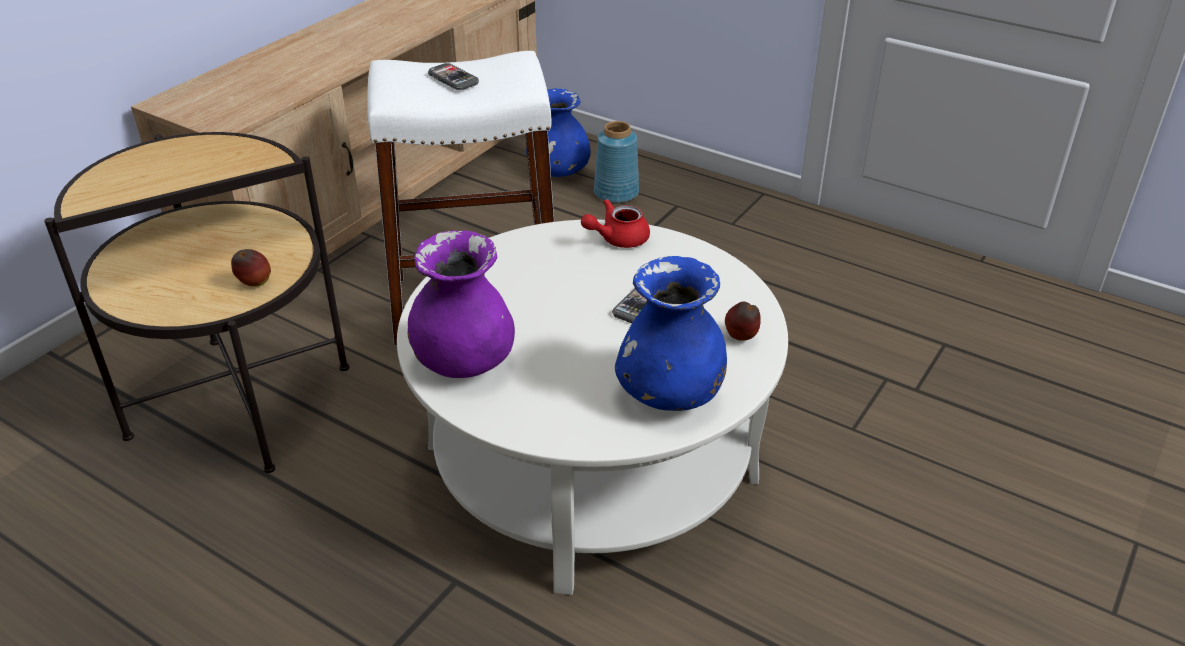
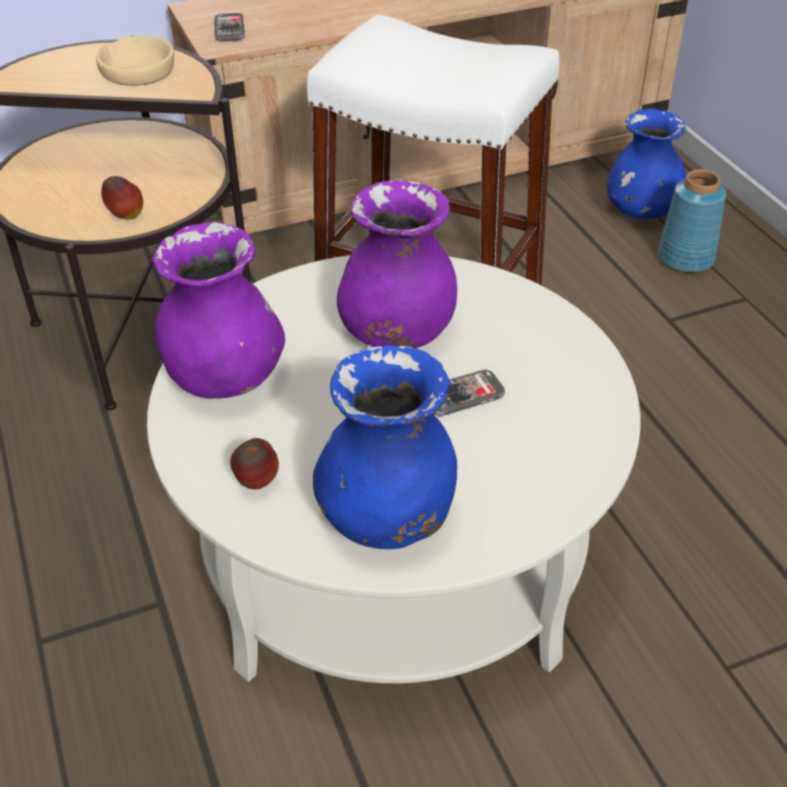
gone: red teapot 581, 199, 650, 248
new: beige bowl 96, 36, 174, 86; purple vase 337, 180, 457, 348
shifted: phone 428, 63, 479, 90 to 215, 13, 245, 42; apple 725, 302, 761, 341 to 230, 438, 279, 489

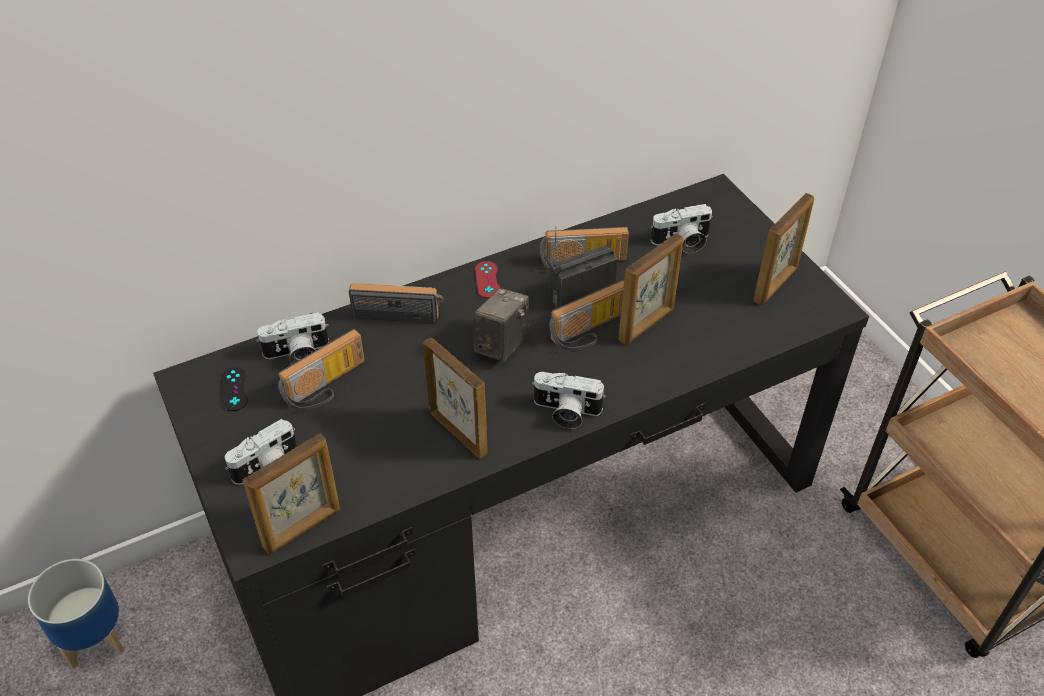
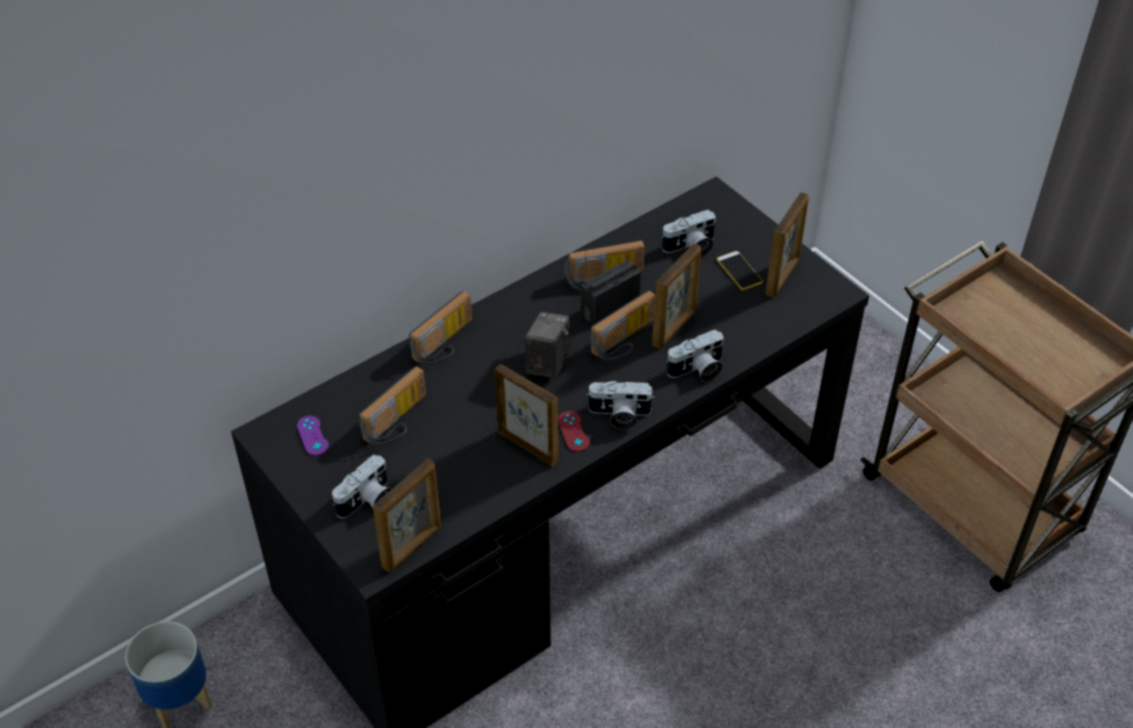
new: phone 717, 251, 763, 290
shifted: photo camera 256, 312, 329, 364 to 666, 330, 724, 382; red game controller 475, 261, 500, 298 to 558, 411, 590, 452
repainted: black game controller 221, 367, 248, 411 to purple game controller 297, 416, 329, 456
rotated: radio 349, 284, 445, 323 = 409, 291, 472, 365 135 degrees clockwise

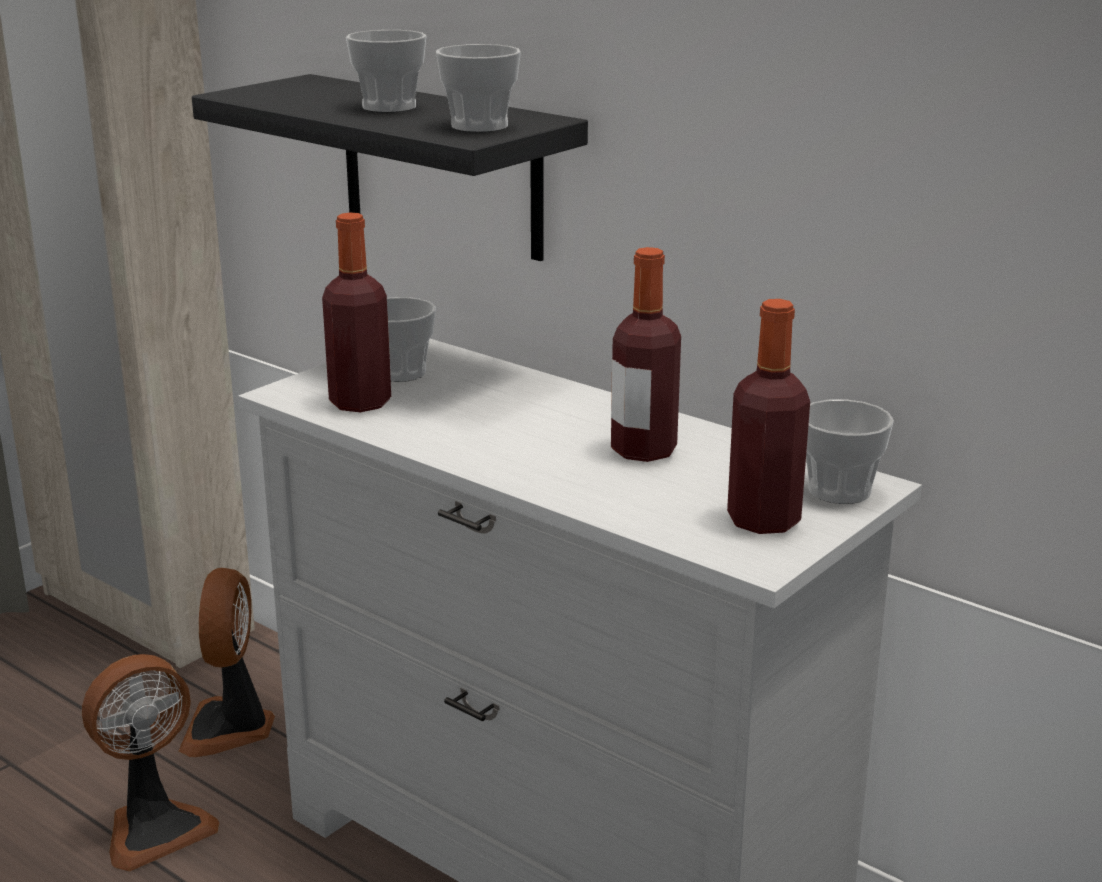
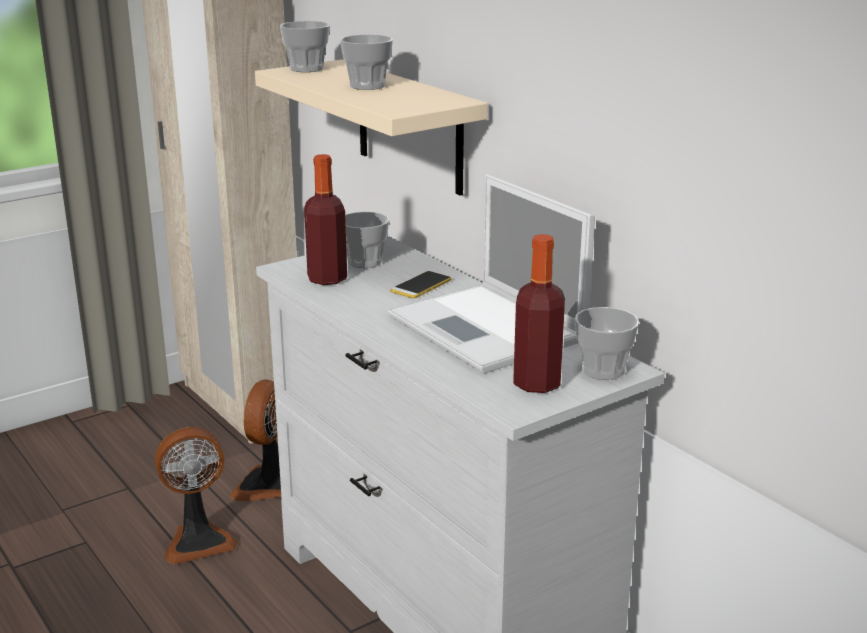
new: phone 390, 271, 452, 298
shifted: cup 436, 44, 521, 132 to 280, 21, 330, 72
swapped: bottle 611, 247, 681, 462 to laptop 388, 174, 595, 374
repainted: black shelf 192, 74, 588, 261 to beige shelf 255, 59, 488, 196

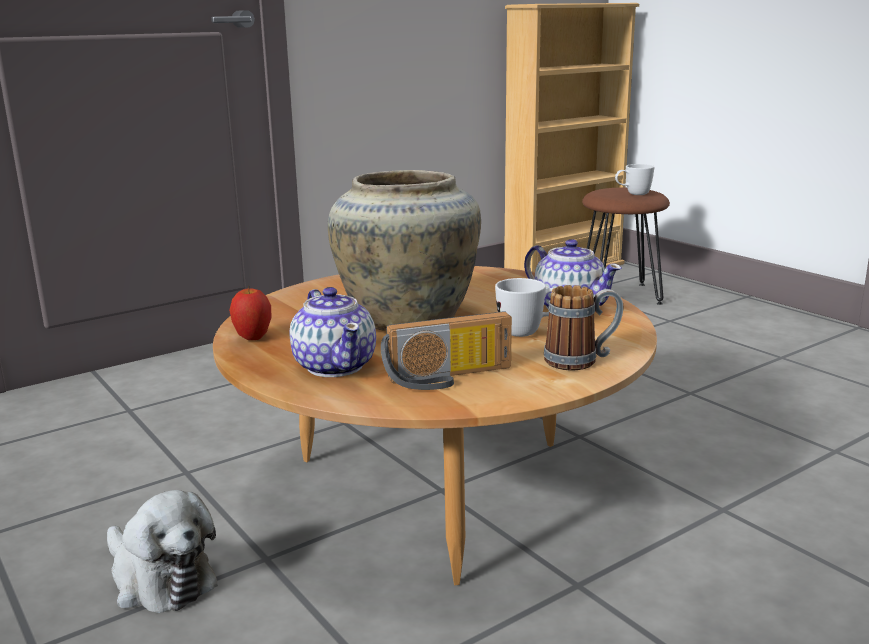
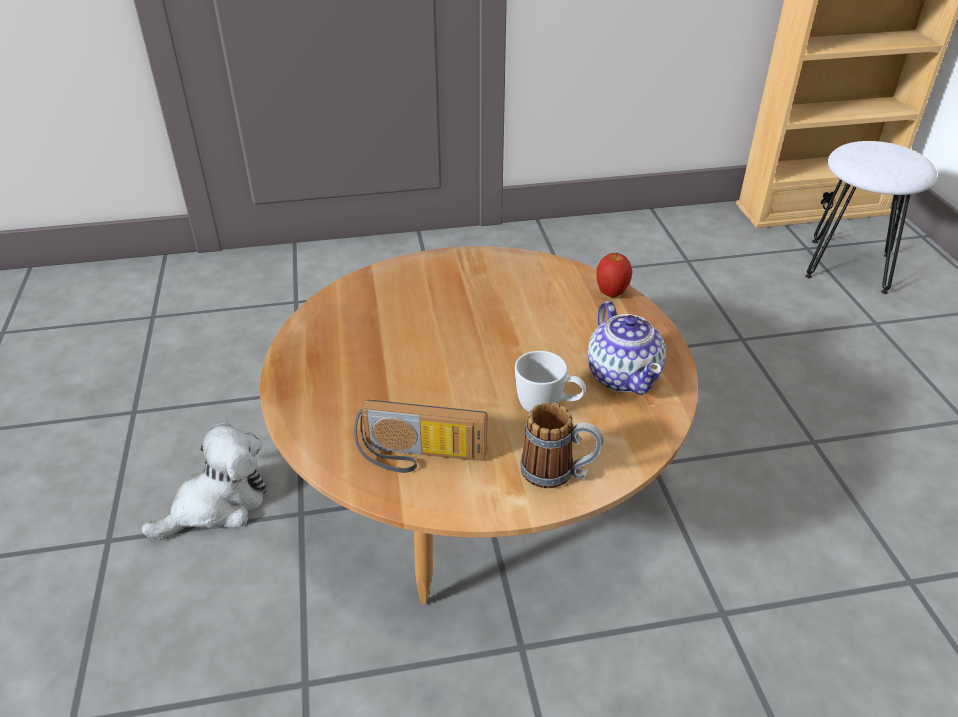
gone: teapot 290, 287, 376, 377; beige vase 328, 170, 481, 330; white mug 615, 164, 654, 195
shifted: apple 229, 286, 272, 340 to 596, 253, 633, 297
repainted: brown stool 582, 188, 670, 305 to white stool 805, 141, 937, 294
rotated: plush toy 107, 490, 218, 613 = 141, 422, 267, 540 105 degrees counterclockwise

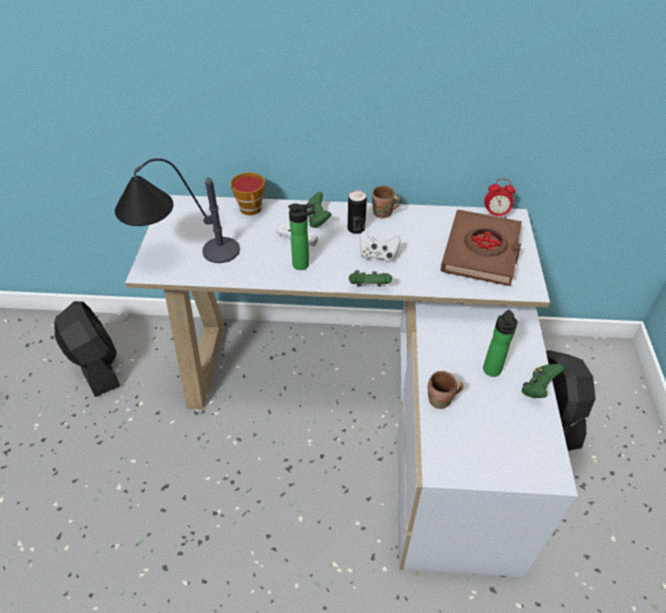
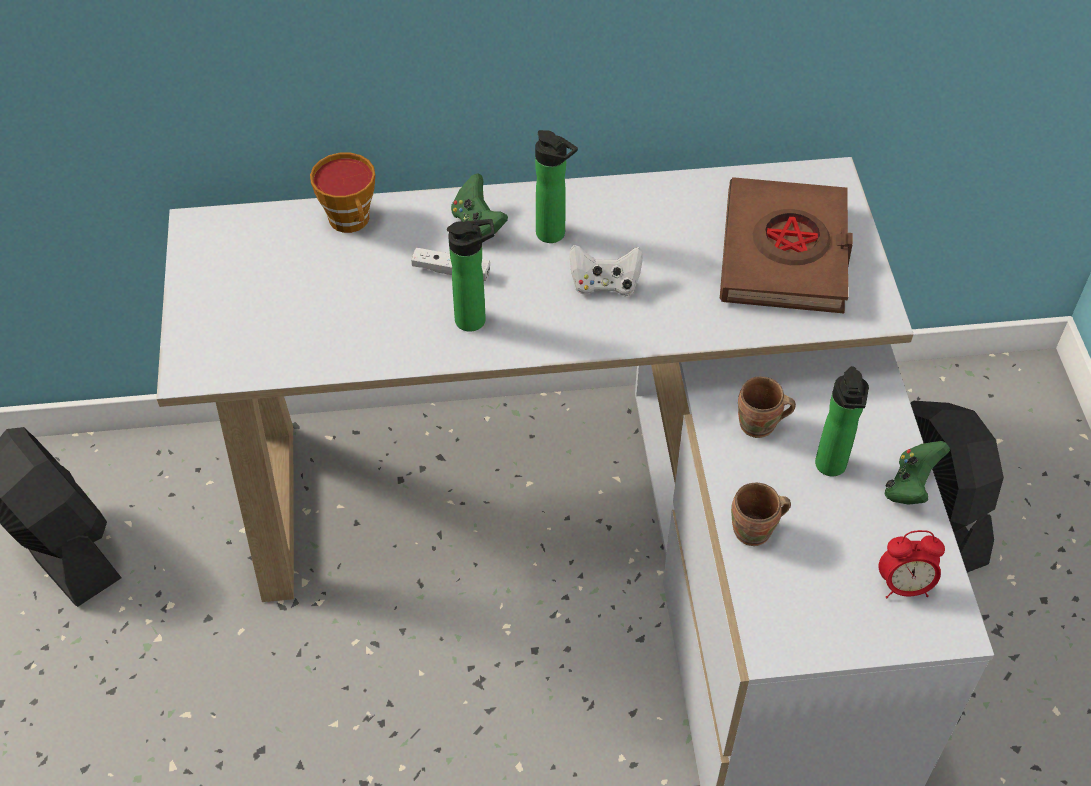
gone: table lamp 115, 158, 240, 263; green game controller 349, 270, 392, 287
shifted: brown mug 372, 186, 401, 218 to 738, 376, 796, 438; alarm clock 484, 179, 516, 219 to 879, 530, 945, 599
swapped: can 348, 190, 367, 234 to bottle 535, 130, 578, 243

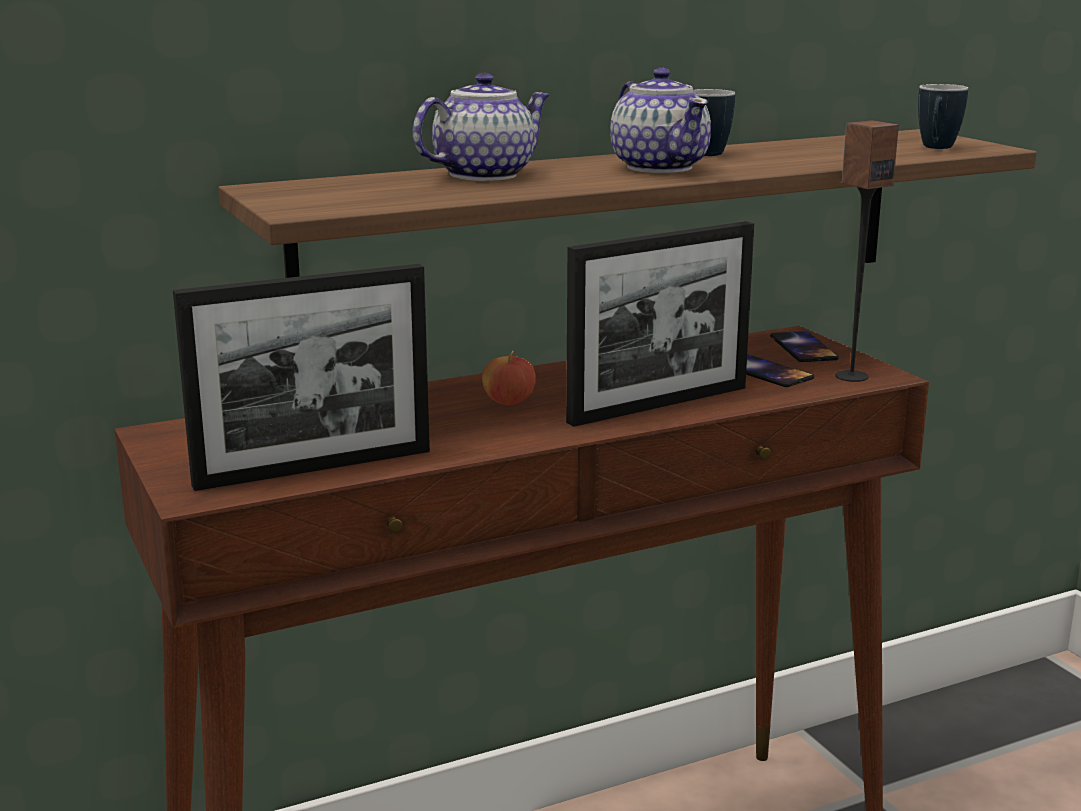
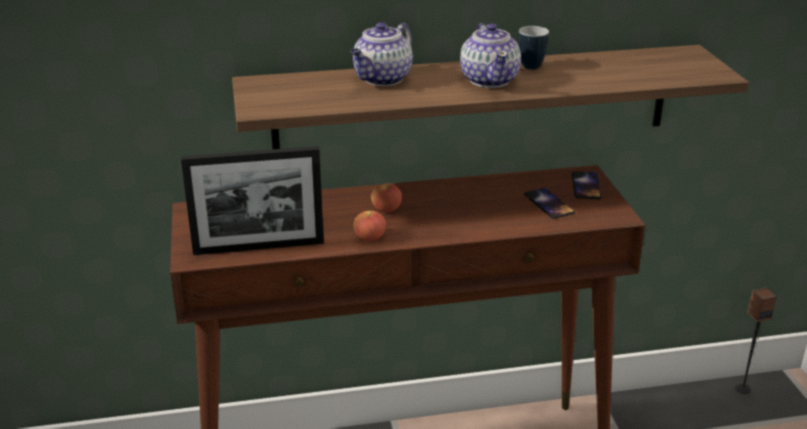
gone: picture frame 566, 221, 754, 427; mug 918, 84, 968, 149
new: apple 354, 210, 386, 241
shifted: speaker 835, 120, 899, 382 to 735, 287, 777, 394
rotated: teapot 413, 73, 550, 181 = 350, 22, 413, 86 150 degrees clockwise

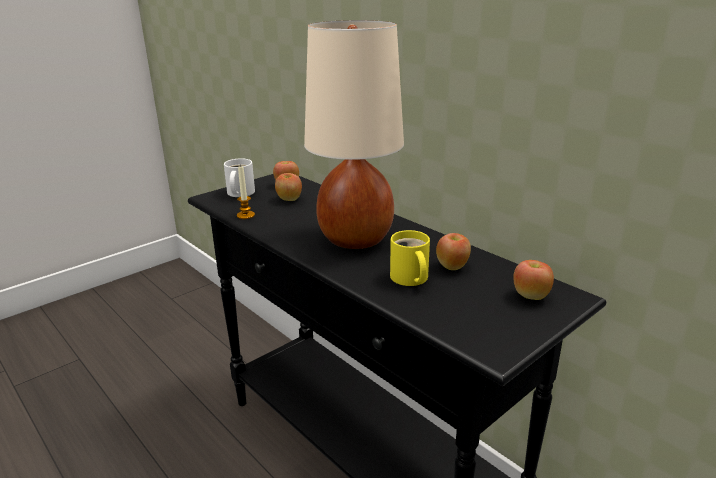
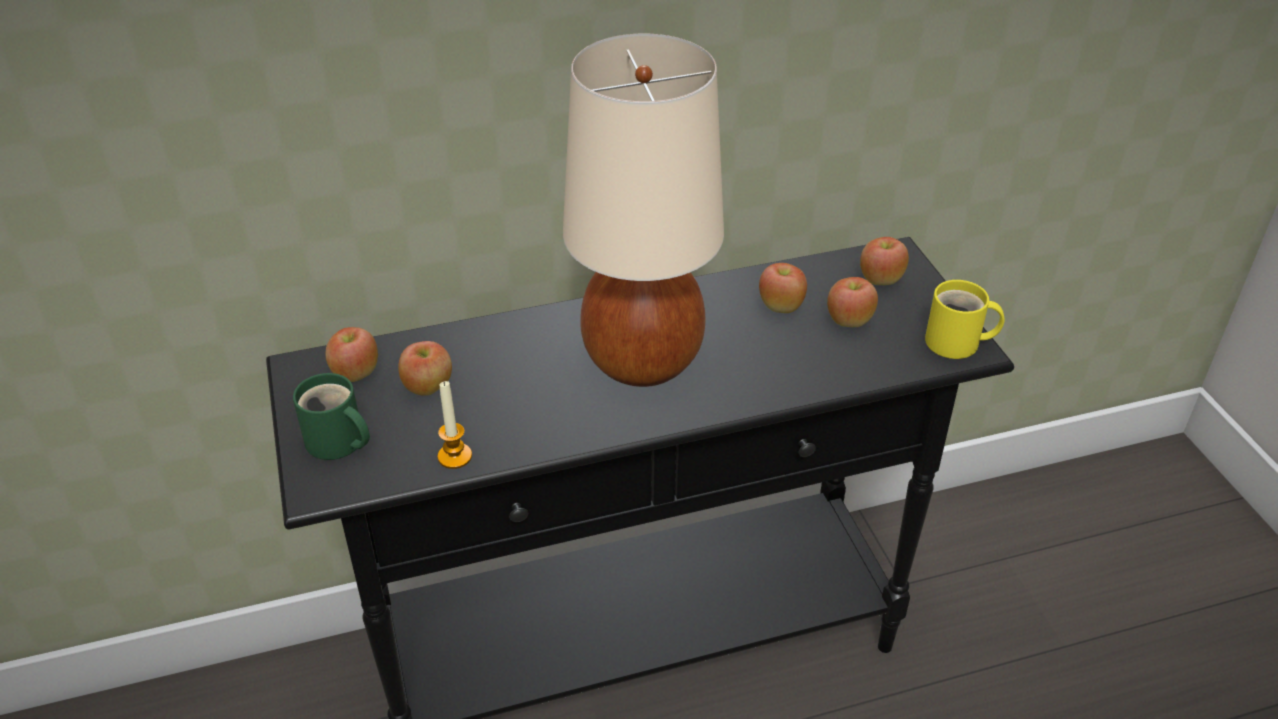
new: apple 827, 277, 878, 327
shifted: yellow mug 390, 230, 430, 286 to 925, 280, 1004, 359
repainted: white mug 224, 158, 255, 197 to green mug 293, 373, 370, 460

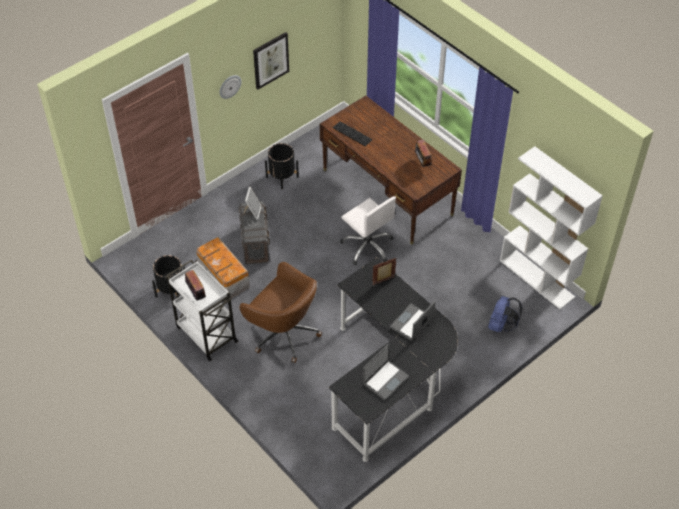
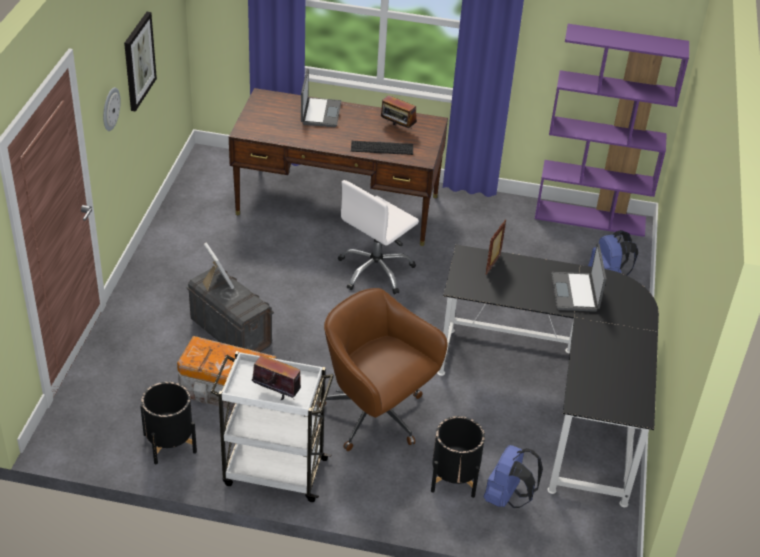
new: blue backpack 484, 445, 543, 508
shifted: black planter 265, 143, 299, 189 to 431, 416, 485, 498; keyboard 333, 121, 373, 146 to 351, 141, 413, 155; laptop 363, 344, 409, 400 to 301, 69, 341, 127
repainted: white bookcase 500, 146, 603, 309 to purple bookcase 535, 24, 689, 237
rotated: brown office chair 240, 262, 322, 363 = 317, 288, 448, 451 135 degrees counterclockwise; white office chair 340, 196, 396, 265 = 338, 180, 419, 294 120 degrees clockwise

